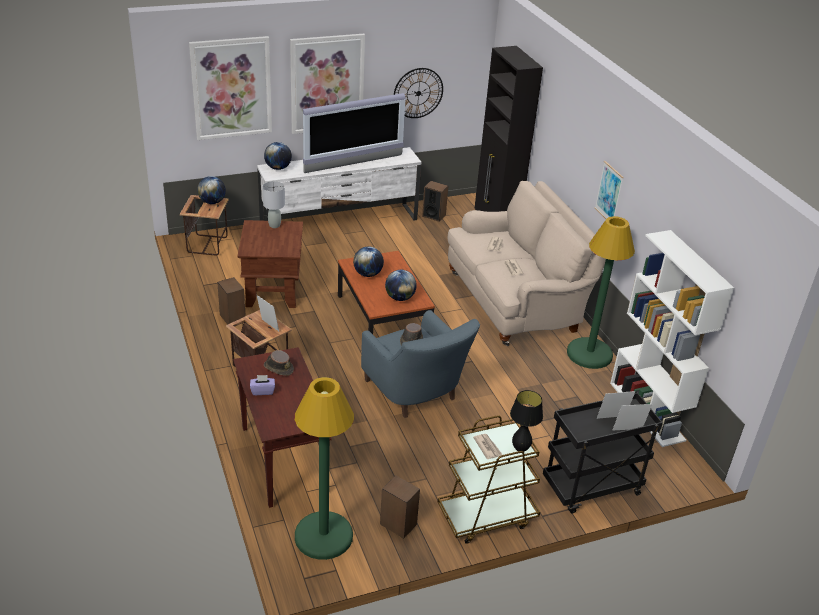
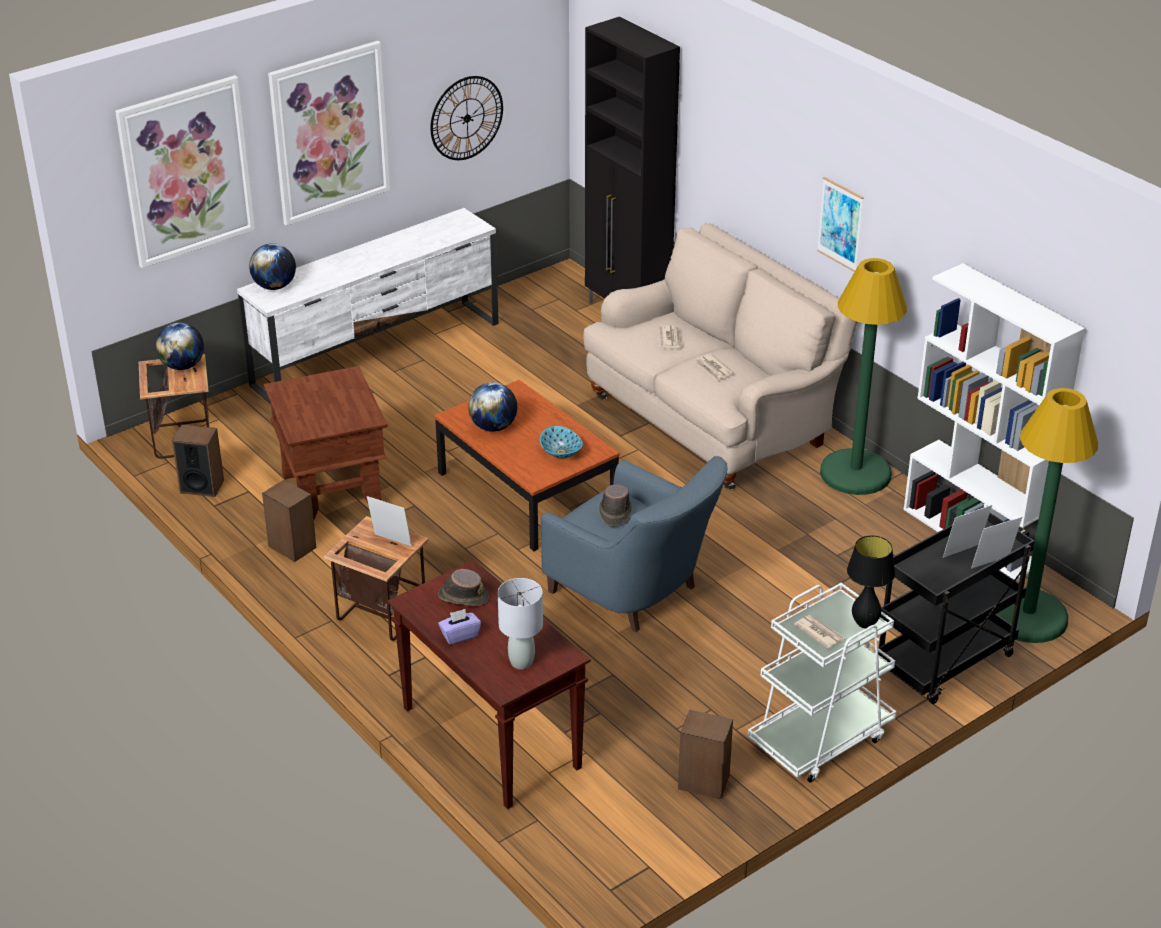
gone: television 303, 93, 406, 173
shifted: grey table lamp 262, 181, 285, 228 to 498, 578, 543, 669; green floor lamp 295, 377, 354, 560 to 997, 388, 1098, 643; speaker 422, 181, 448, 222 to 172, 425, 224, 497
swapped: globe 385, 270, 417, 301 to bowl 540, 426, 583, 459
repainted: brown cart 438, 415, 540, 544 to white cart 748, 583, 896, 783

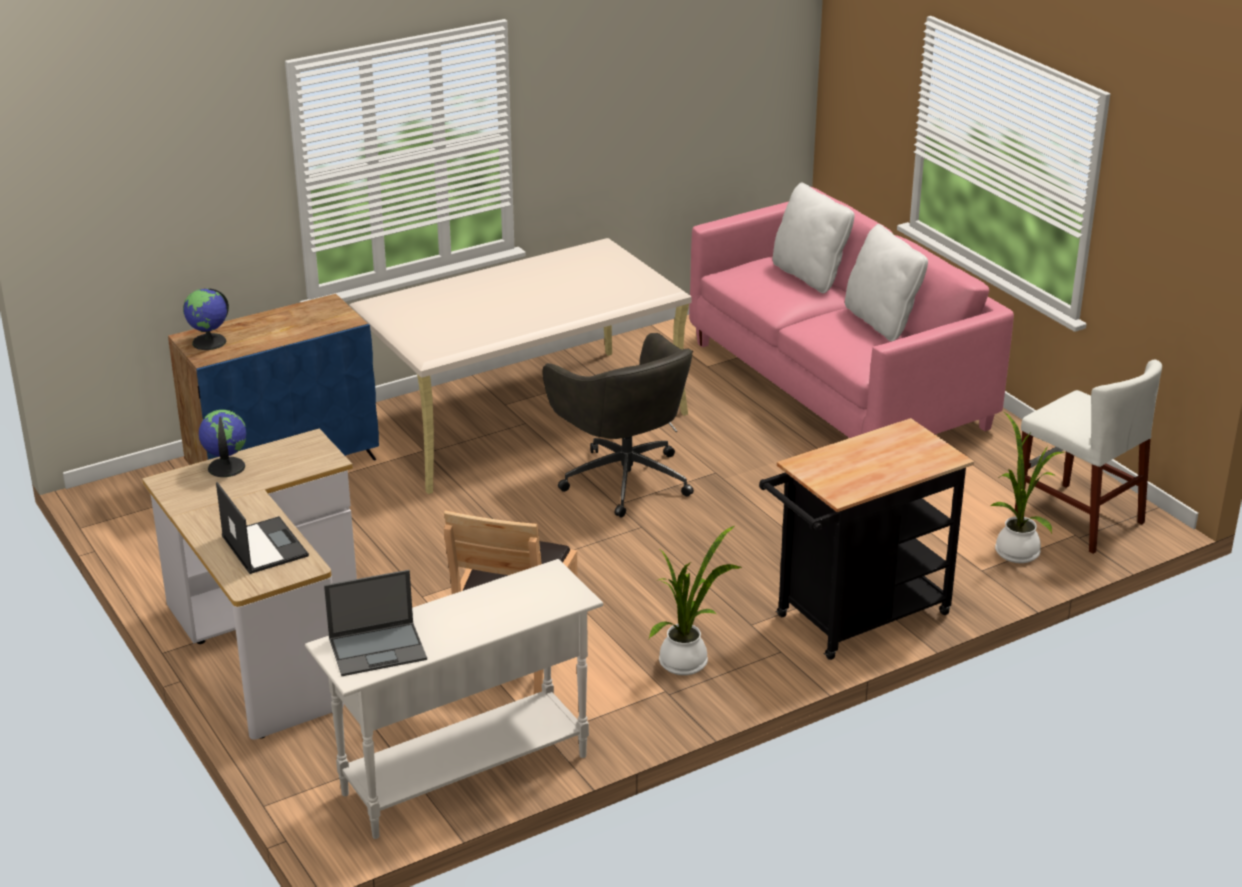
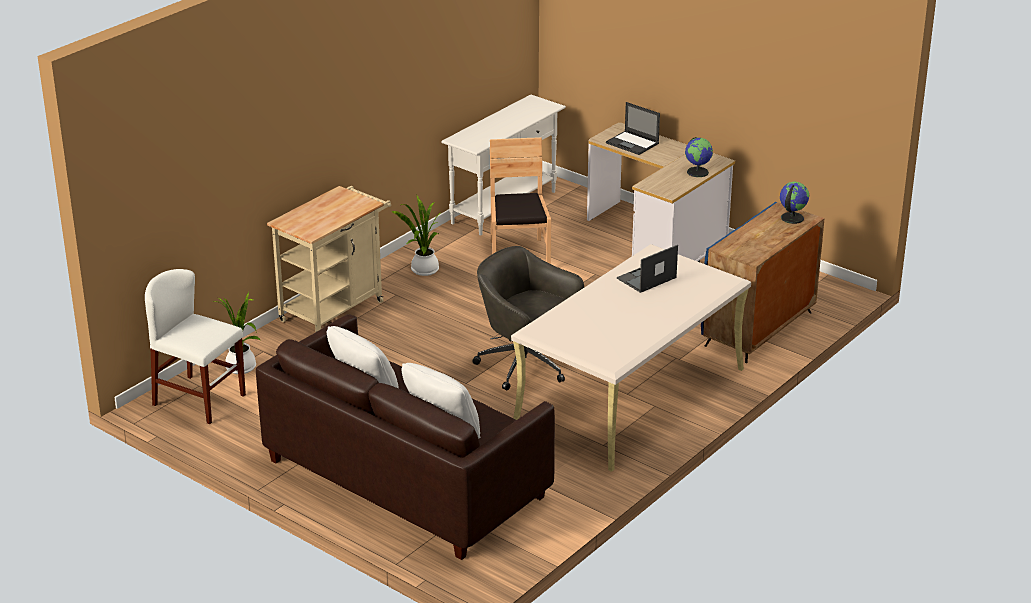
shifted: laptop 324, 570, 427, 676 to 617, 245, 678, 293
repainted: pink sofa 689, 187, 1014, 438 to brown sofa 256, 314, 555, 560; black cart 759, 418, 974, 660 to beige cart 267, 186, 391, 332

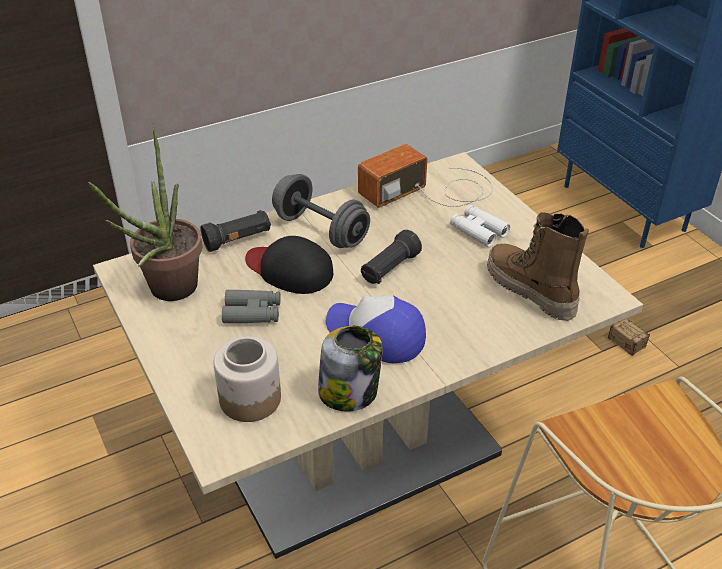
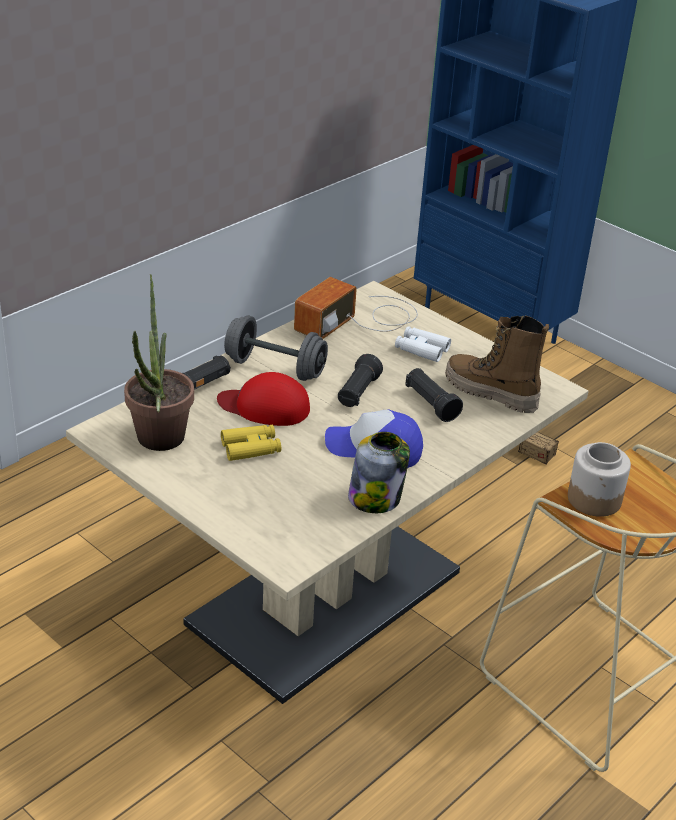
new: black flashlight 405, 368, 463, 422
shifted: jar 213, 337, 281, 422 to 568, 442, 631, 517
repainted: grey binoculars 222, 290, 281, 323 to yellow binoculars 221, 425, 281, 461; black cap 245, 236, 333, 294 to red cap 217, 372, 310, 426

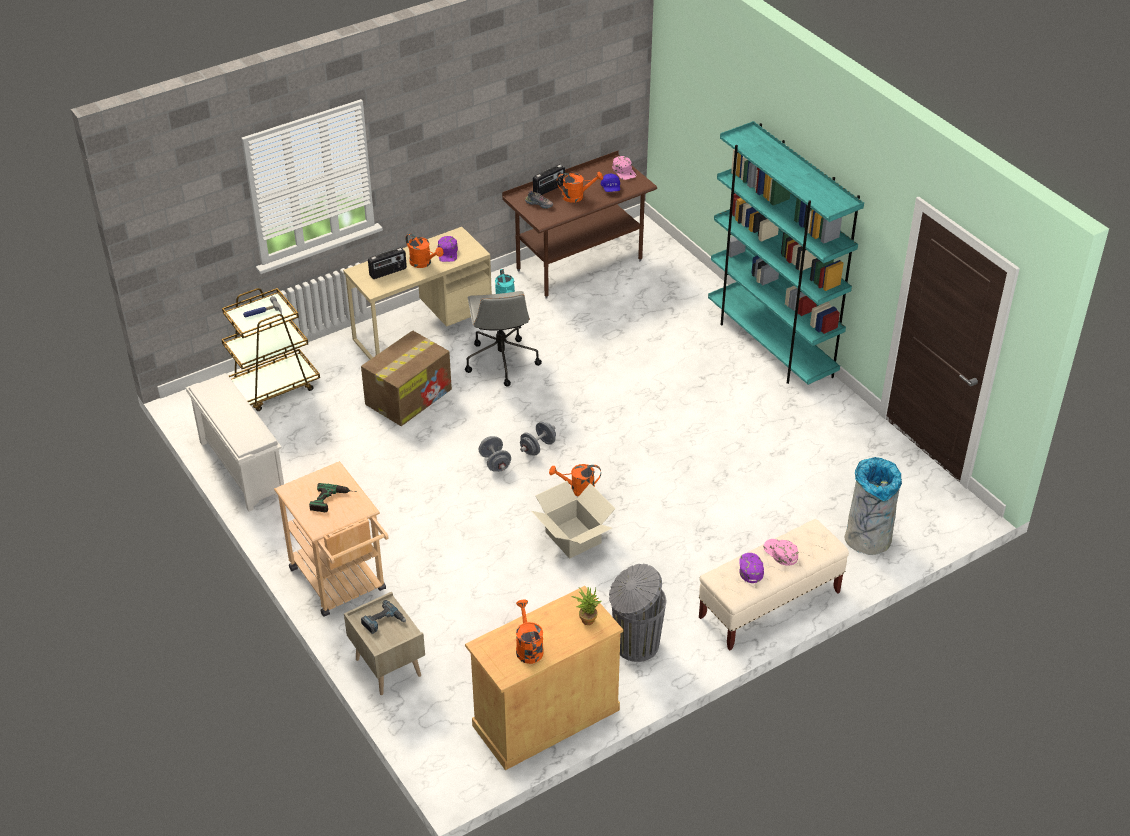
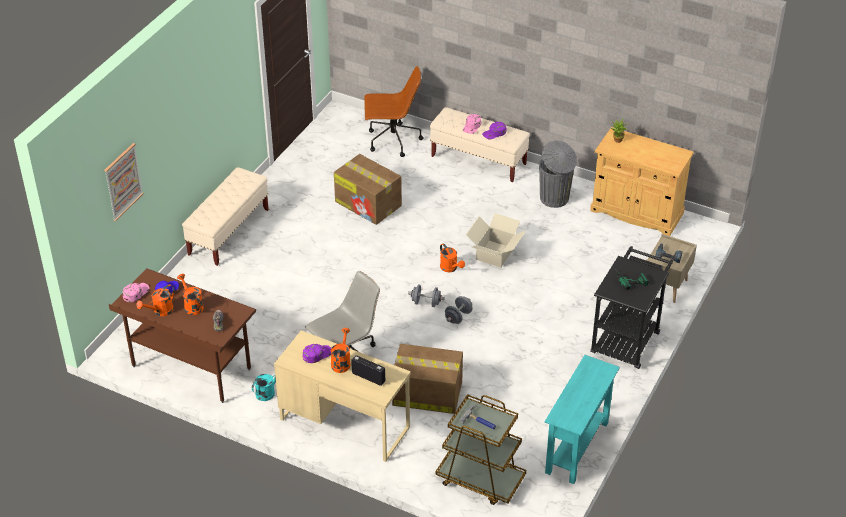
gone: radio 533, 164, 565, 195
new: picture 104, 143, 144, 221; cardboard box 334, 154, 402, 225
shifted: orange watering can 516, 600, 544, 664 to 136, 285, 175, 316
swapped: white shoe rack 186, 373, 284, 511 to turquoise console table 545, 355, 620, 484; turquoise bookcase 708, 121, 864, 385 to beige bench 182, 167, 269, 266; grey trash can 845, 457, 902, 555 to brown office chair 364, 66, 424, 157
repainted: beige cart 274, 461, 389, 617 to black cart 590, 246, 673, 369

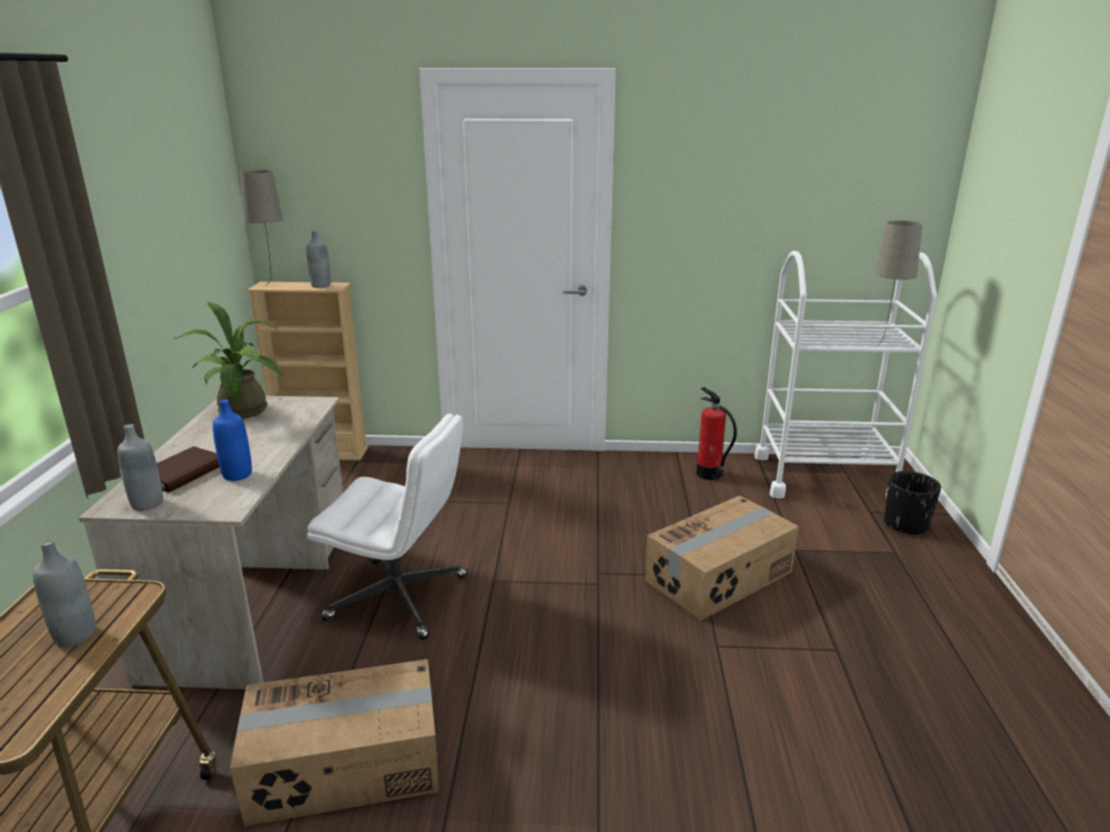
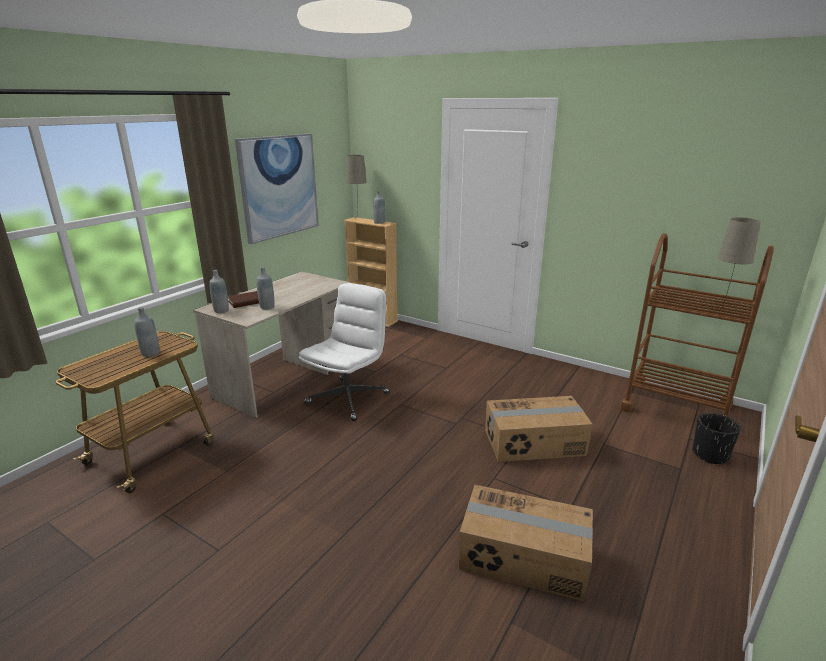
gone: potted plant 174, 302, 282, 419; fire extinguisher 696, 387, 737, 480
new: picture 235, 134, 319, 244
shifted: cardboard box 230, 659, 439, 826 to 459, 485, 593, 601
repainted: blue bottle 213, 399, 252, 481 to grey bottle 257, 267, 275, 310; white cart 754, 251, 937, 499 to brown cart 620, 233, 774, 416
rotated: white office chair 307, 413, 468, 640 = 299, 283, 390, 421 105 degrees counterclockwise

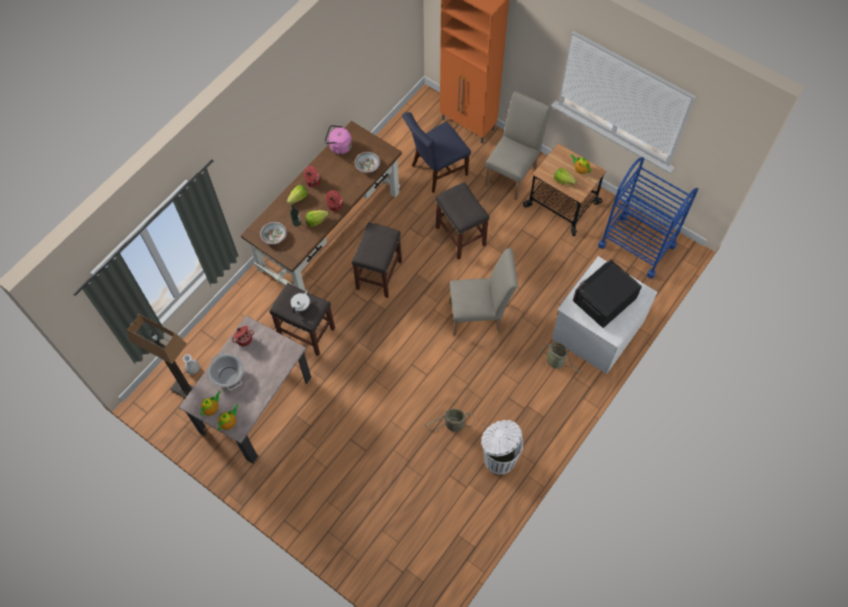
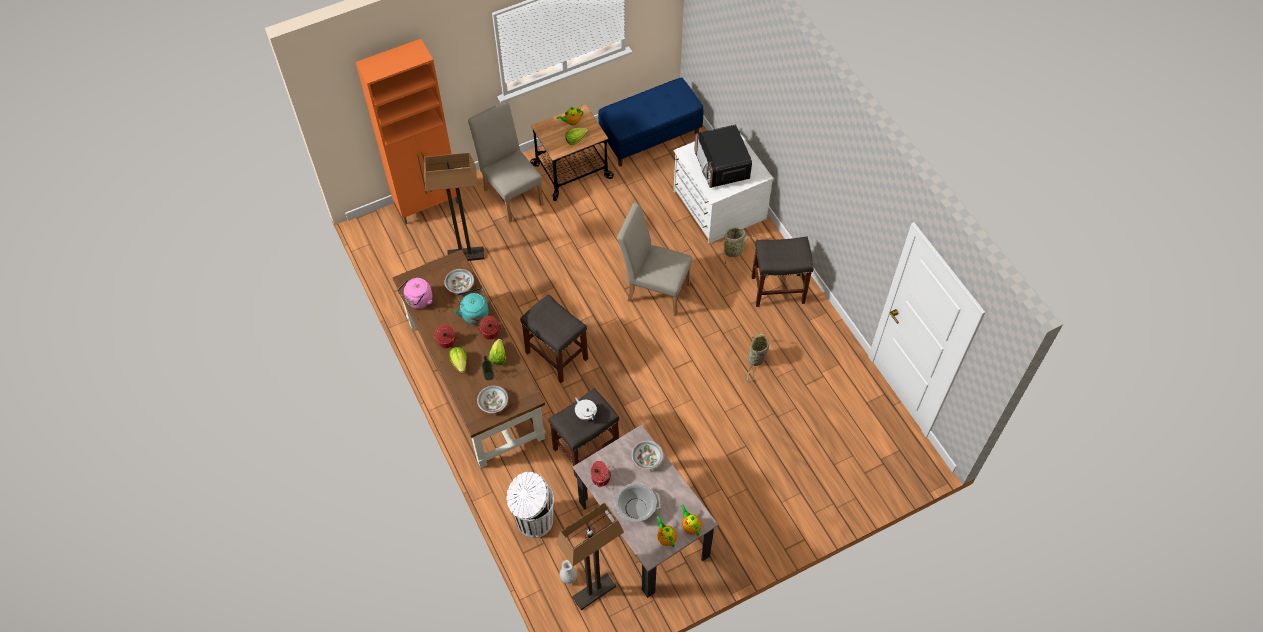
new: turquoise kettle 454, 288, 489, 324; bowl 632, 441, 664, 470
shifted: grey stool 436, 182, 489, 260 to 751, 237, 814, 307; white trash can 481, 420, 523, 475 to 506, 472, 554, 538
swapped: blue chair 402, 112, 471, 193 to floor lamp 424, 153, 484, 261; blue cart 598, 157, 698, 279 to blue bench 598, 77, 704, 166
rotated: beige chair 449, 248, 518, 336 = 617, 203, 692, 316 90 degrees counterclockwise

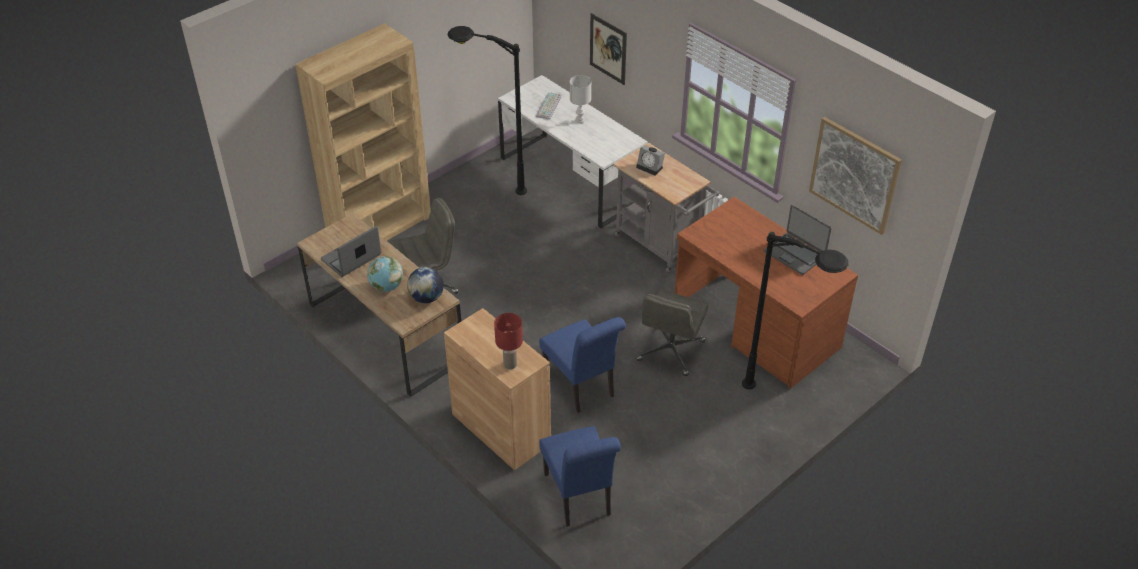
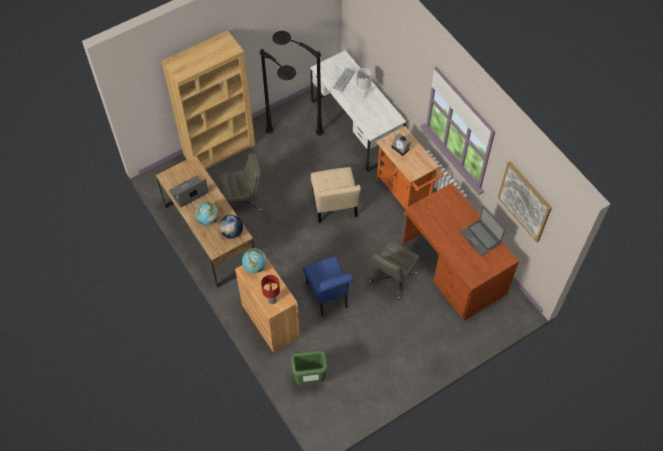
gone: picture 590, 13, 627, 85
new: globe 242, 248, 267, 273; beige chair 311, 167, 361, 223
shifted: black floor lamp 742, 232, 849, 389 to 260, 49, 296, 134
swapped: blue chair 539, 426, 621, 527 to green trash can 291, 350, 328, 385
repainted: grey cart 613, 143, 719, 272 to orange cart 376, 126, 444, 215

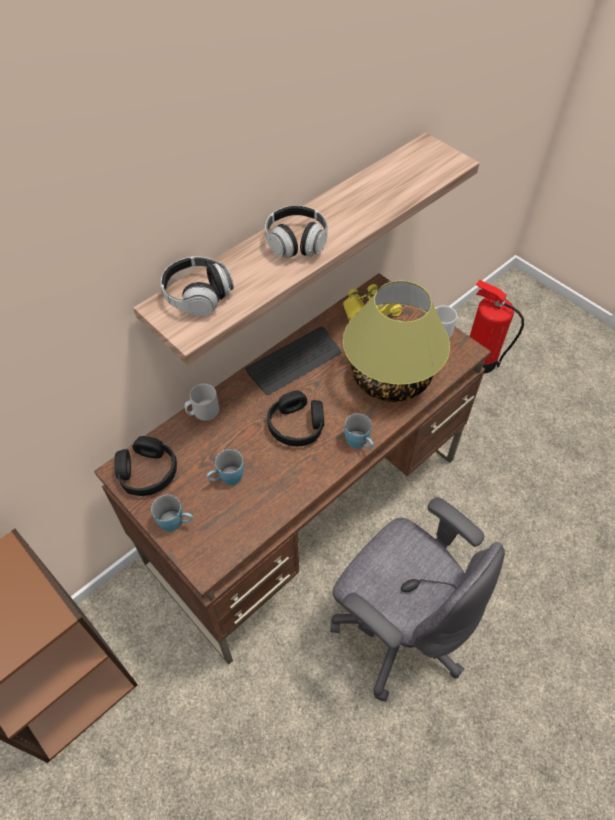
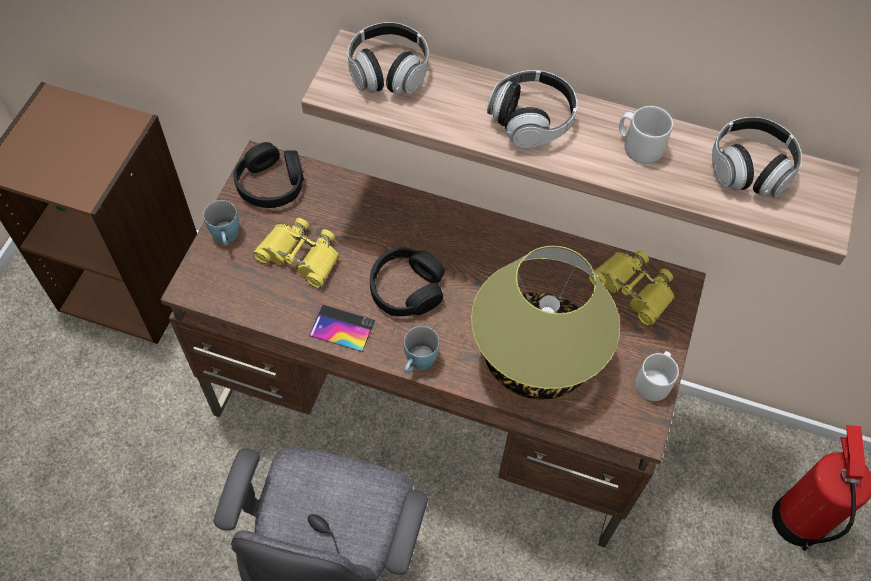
gone: keyboard 245, 327, 341, 395
new: phone 309, 305, 375, 352; headphones 712, 117, 802, 198
shifted: grey mug 185, 384, 219, 421 to 619, 106, 673, 164
swapped: blue mug 207, 449, 244, 485 to yellow binoculars 253, 218, 339, 288

